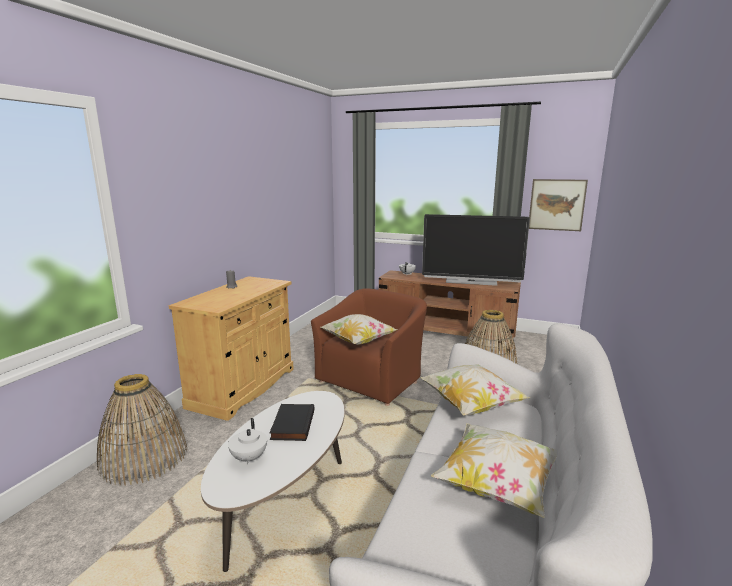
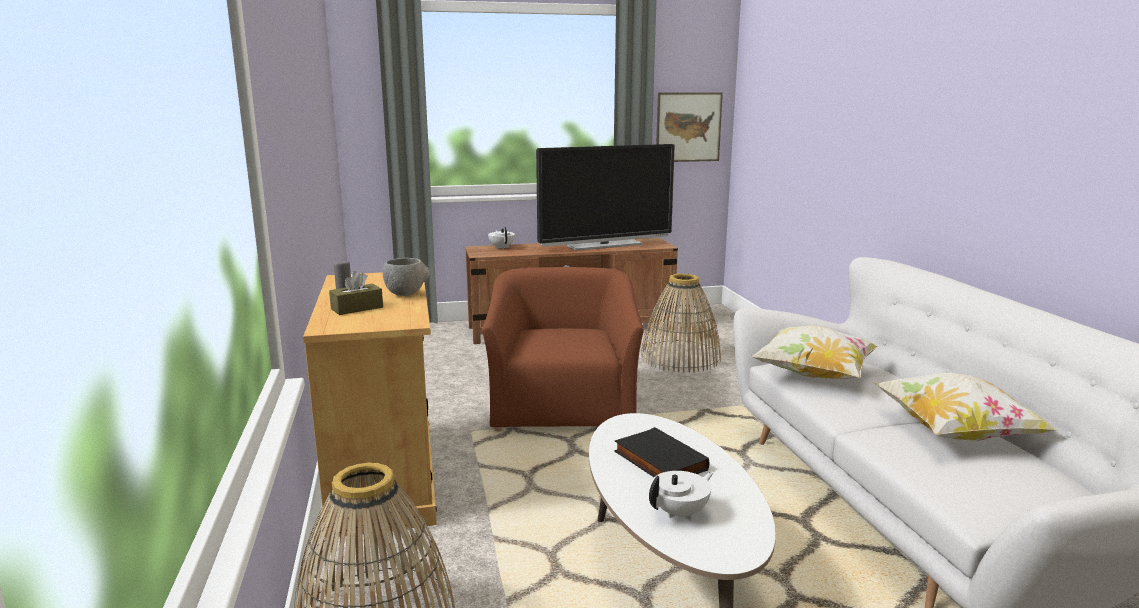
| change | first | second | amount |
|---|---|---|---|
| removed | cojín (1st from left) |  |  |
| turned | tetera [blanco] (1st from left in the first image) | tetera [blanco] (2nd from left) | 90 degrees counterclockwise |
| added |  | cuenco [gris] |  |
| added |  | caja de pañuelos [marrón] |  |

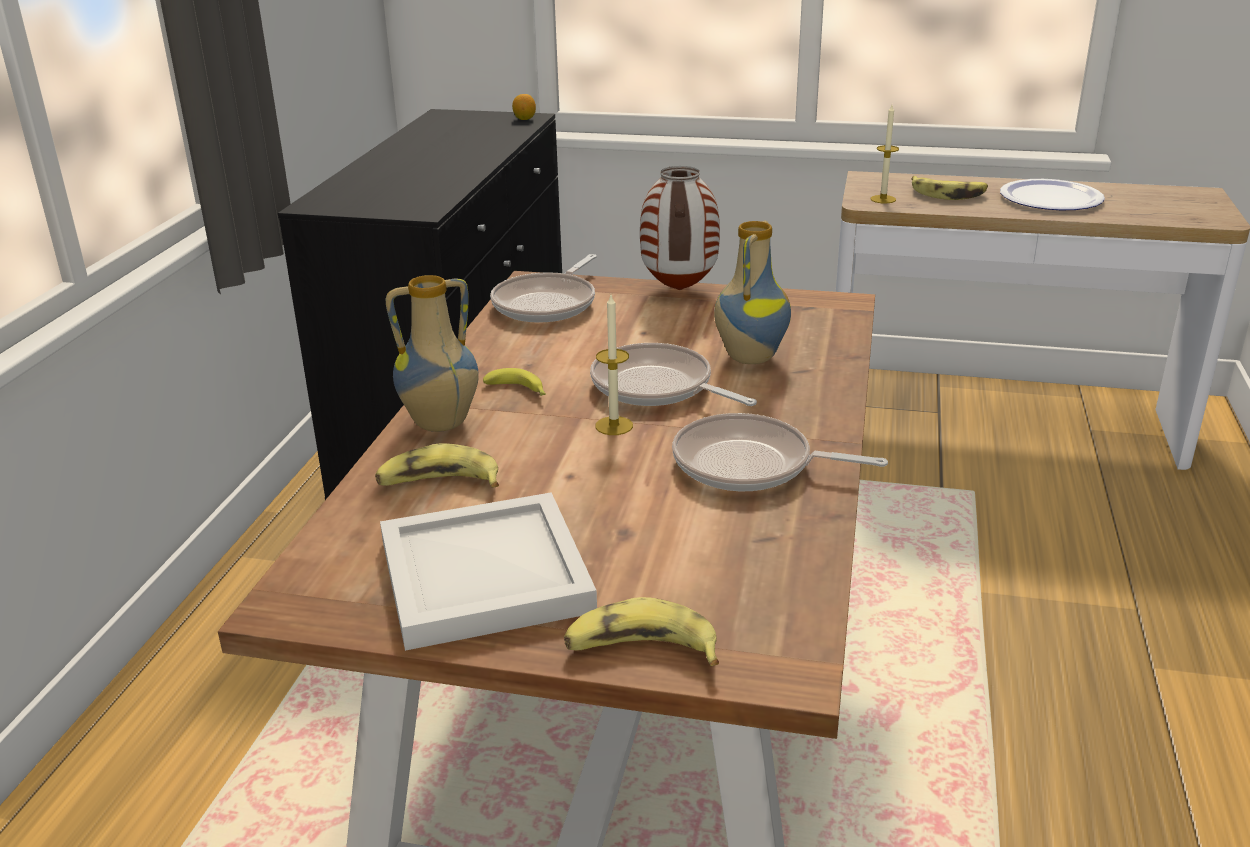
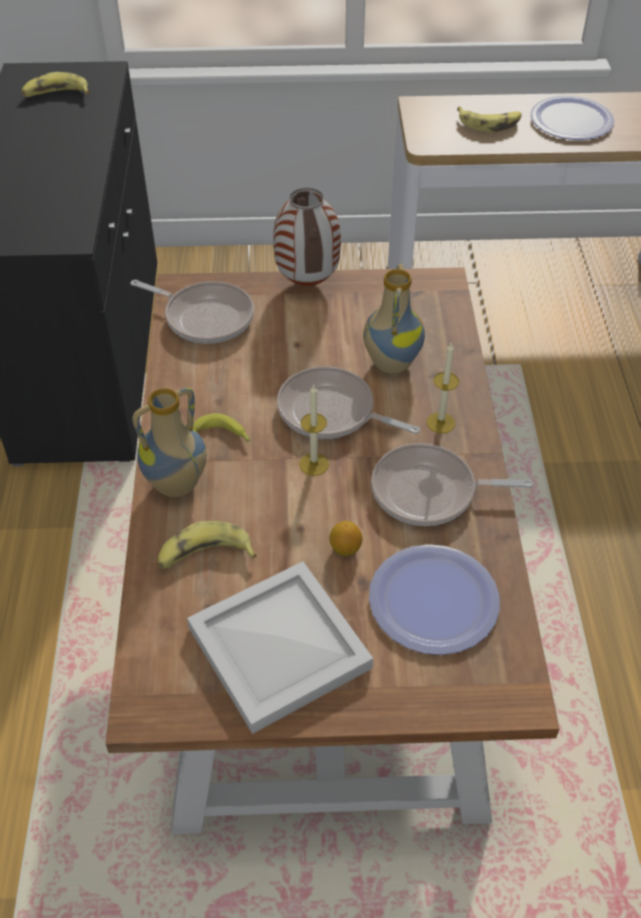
| change | first | second | amount |
|---|---|---|---|
| moved | limón |  |  |
| moved | vela (2nd from left) |  |  |
| turned | sartén (1st from left) |  | 75 degrees counterclockwise |
| moved | plátano (3rd from left in the first image) | plátano (1st from left) |  |
| added |  | plato (1st from left) |  |

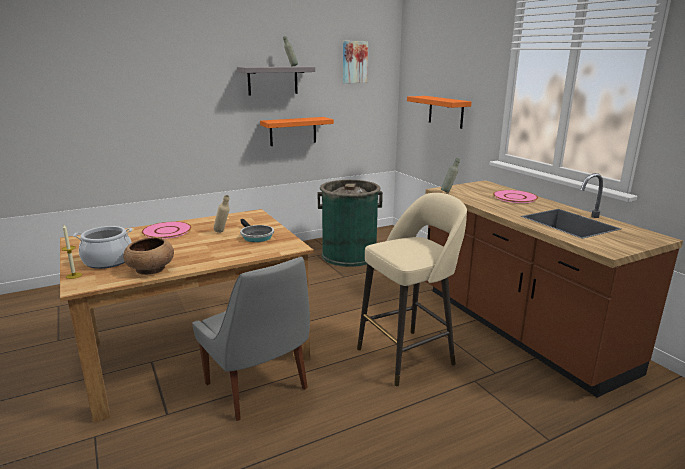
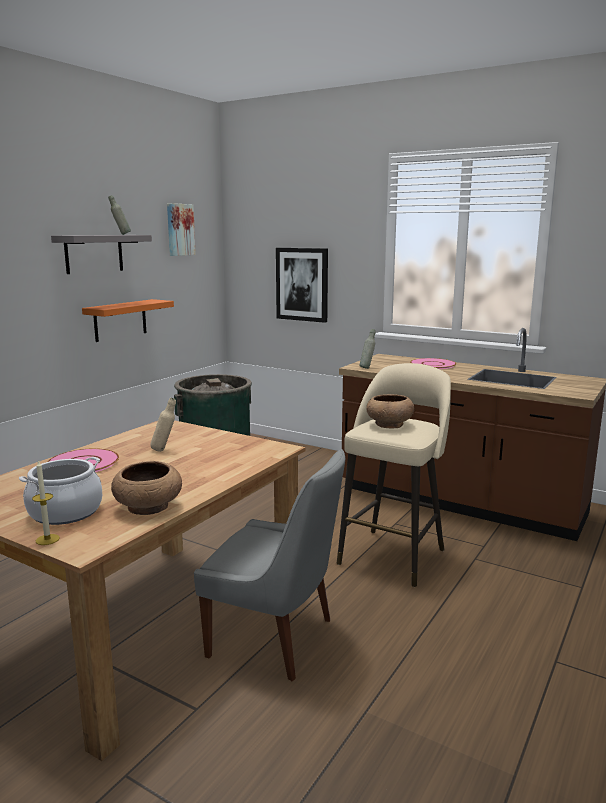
| change | first | second | amount |
|---|---|---|---|
| replaced | estante [naranja] (2nd from left) | cuadro (2nd from left) |  |
| removed | sartén |  |  |
| added |  | cuenco [marrón] (2nd from left) |  |

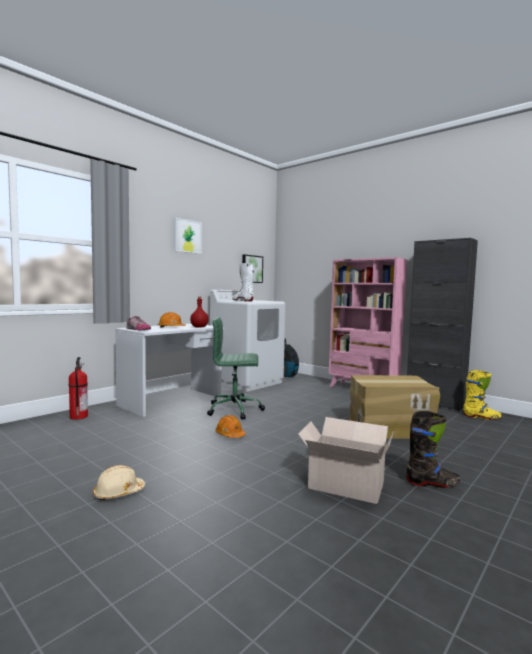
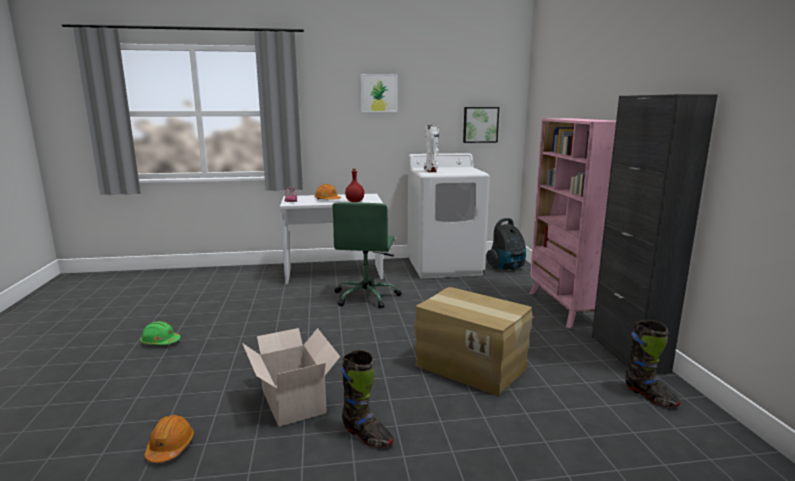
| change | first | second | amount |
|---|---|---|---|
| turned | silla de oficina [verde] |  | 120 degrees counterclockwise |
| removed | extintor |  |  |
| recoloured | bota [amarillo] | bota [negro] (2nd from left) |  |
| moved | casco [naranja] (2nd from left in the first image) | casco [naranja] (1st from left) |  |
| recoloured | casco [beis] | casco [verde] |  |

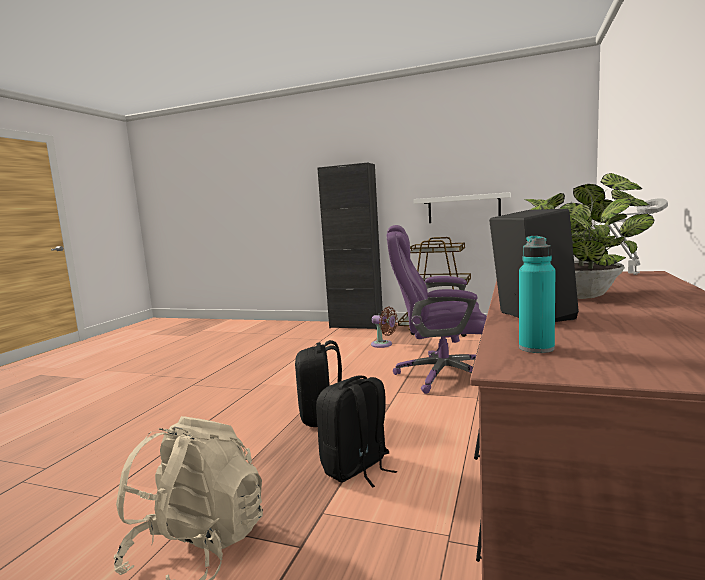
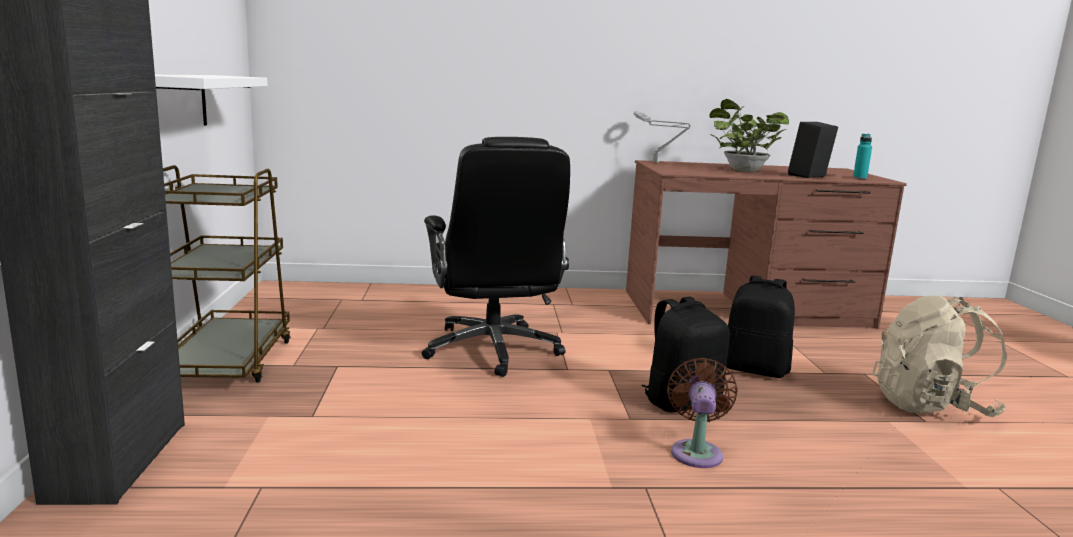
| change | first | second | amount |
|---|---|---|---|
| recoloured | silla de oficina [morado] | silla de oficina [negro] |  |
| moved | ventilador [marrón] |  |  |

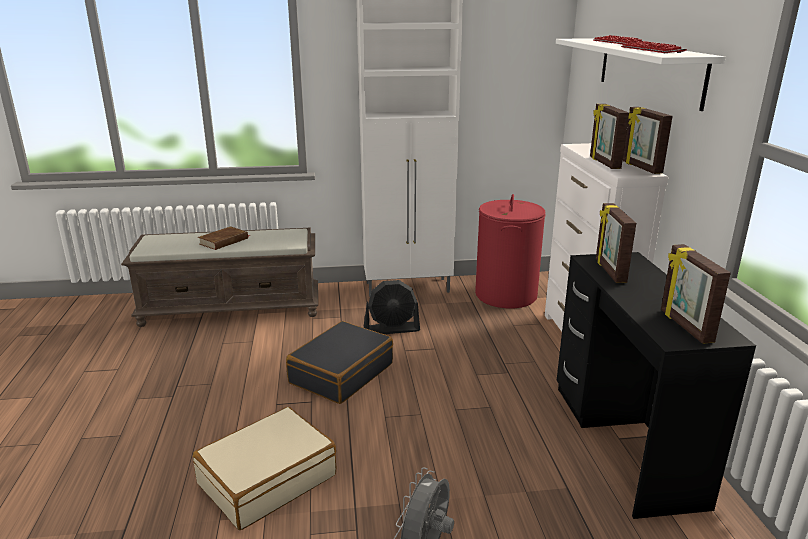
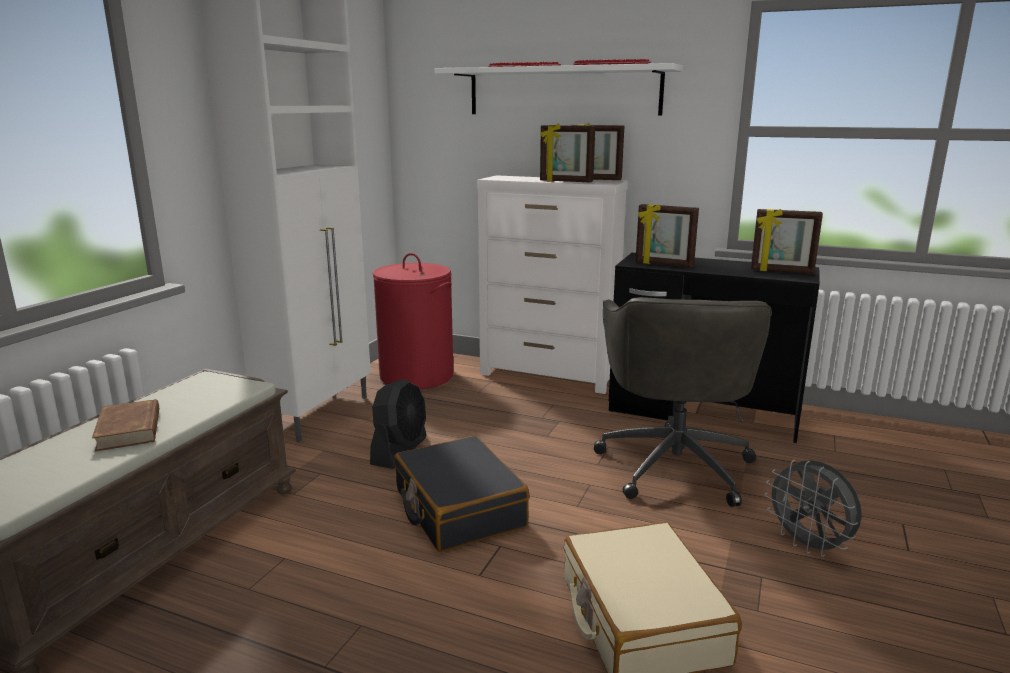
| change | first | second | amount |
|---|---|---|---|
| added |  | silla de oficina [gris] |  |

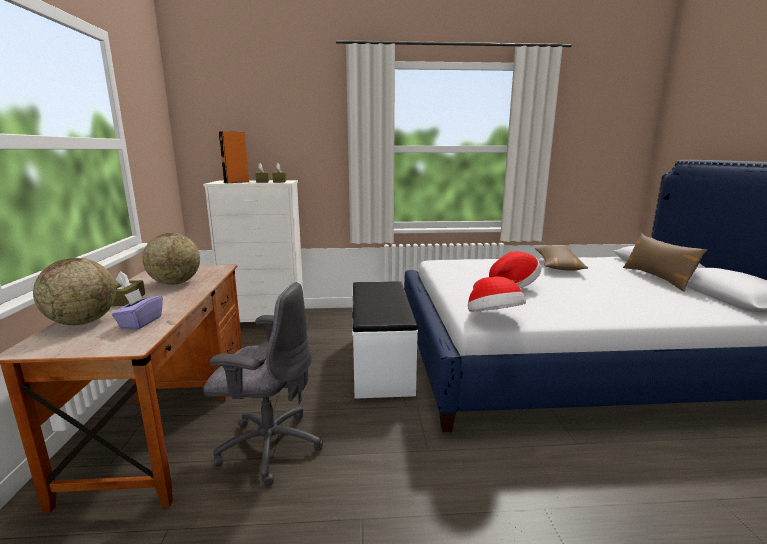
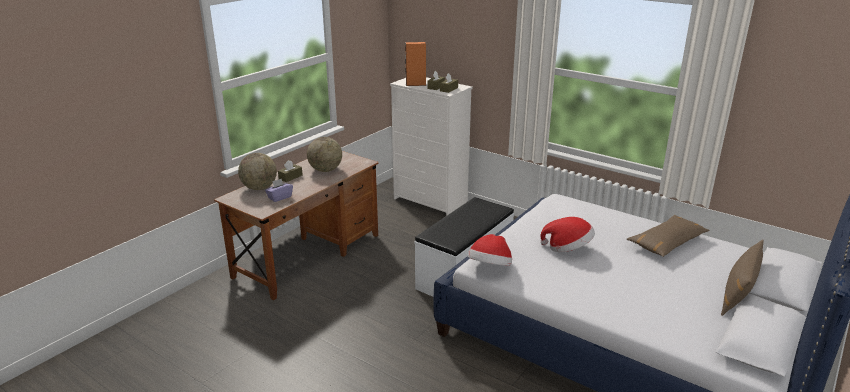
| change | first | second | amount |
|---|---|---|---|
| removed | silla de oficina [gris] |  |  |

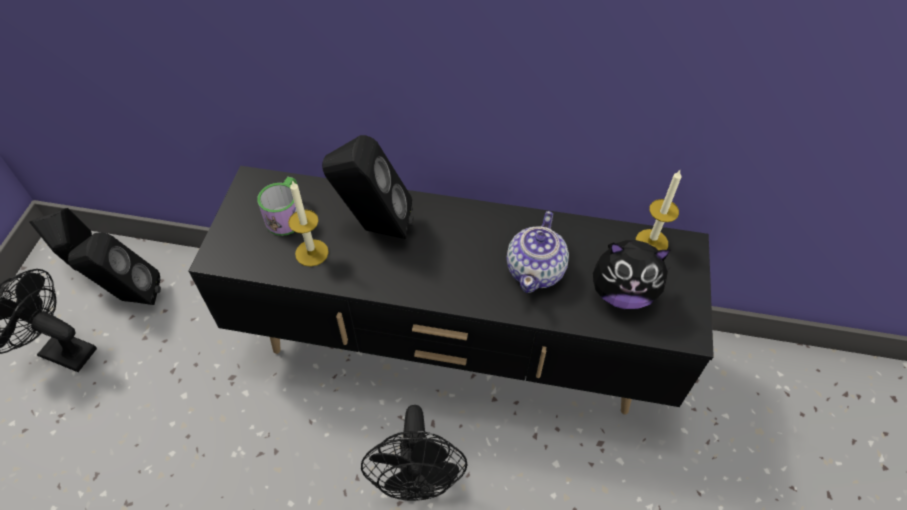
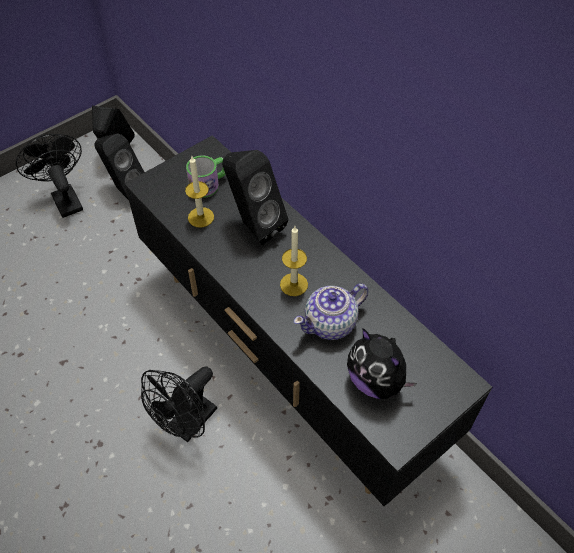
| change | first | second | amount |
|---|---|---|---|
| moved | vela (2nd from left) |  |  |

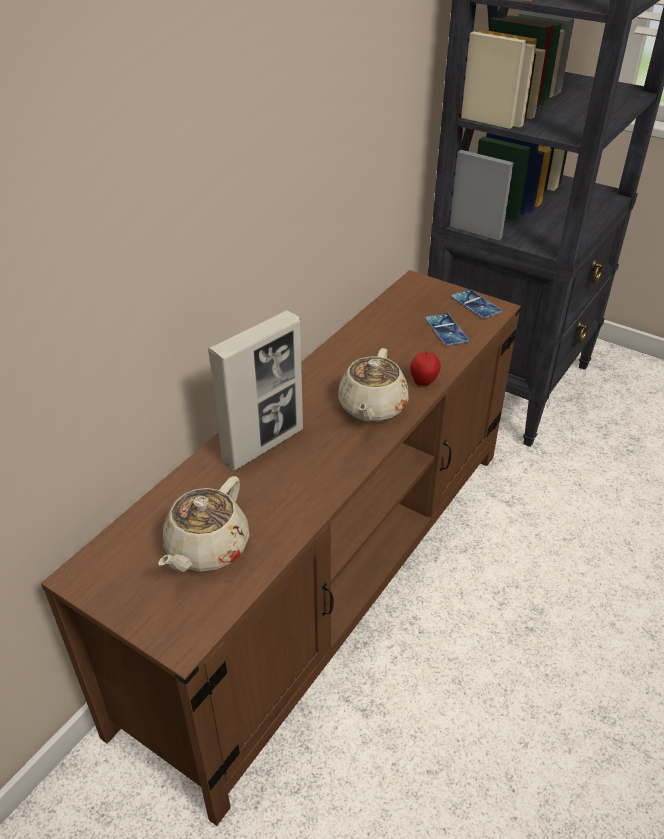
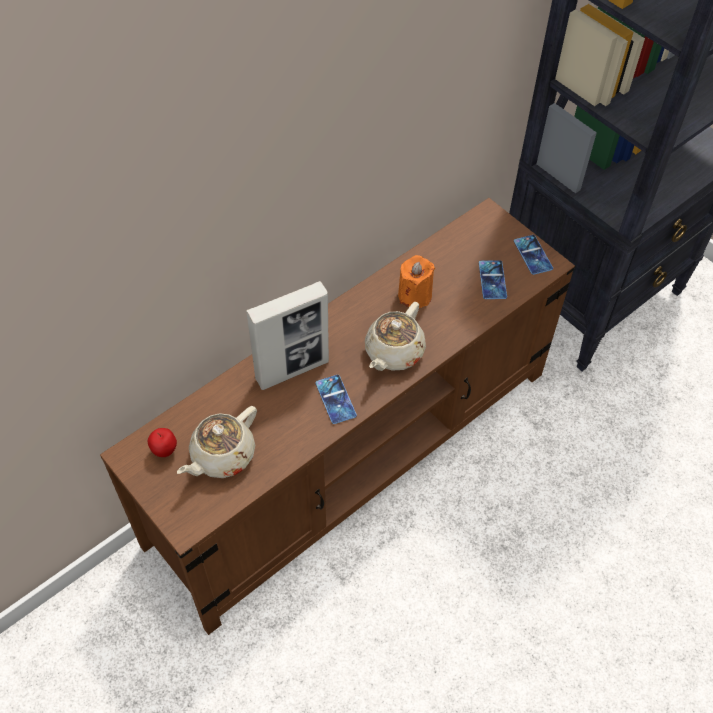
| change | first | second | amount |
|---|---|---|---|
| moved | manzana |  |  |
| added |  | vela [naranja] |  |
| added |  | móvil (1st from left) |  |

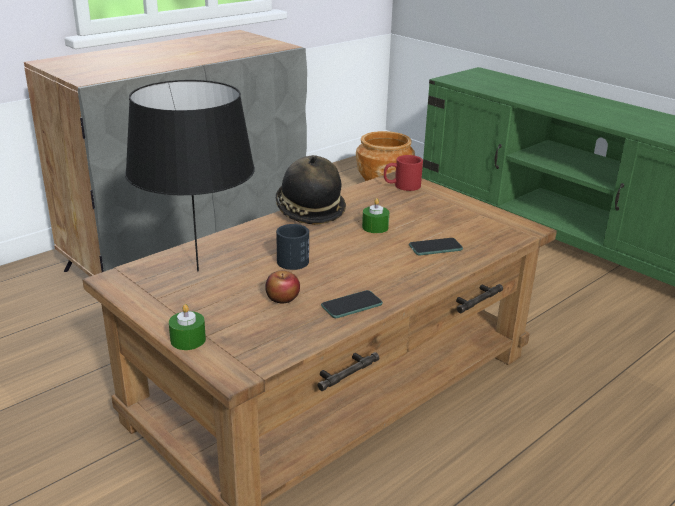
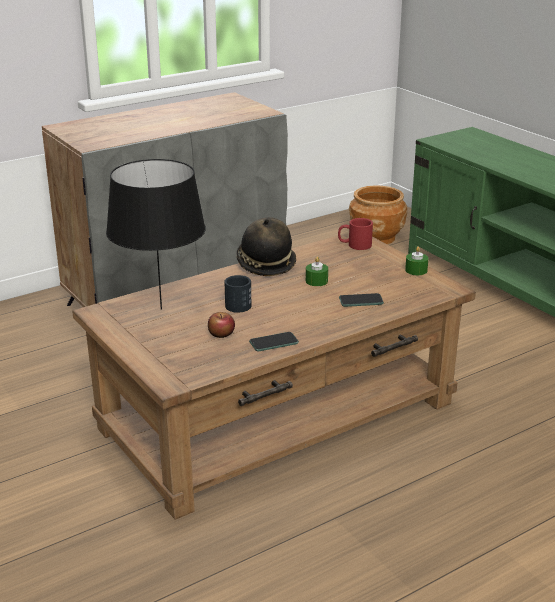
| change | first | second | amount |
|---|---|---|---|
| moved | vela [verde] (1st from left in the first image) | vela [verde] (2nd from left) |  |

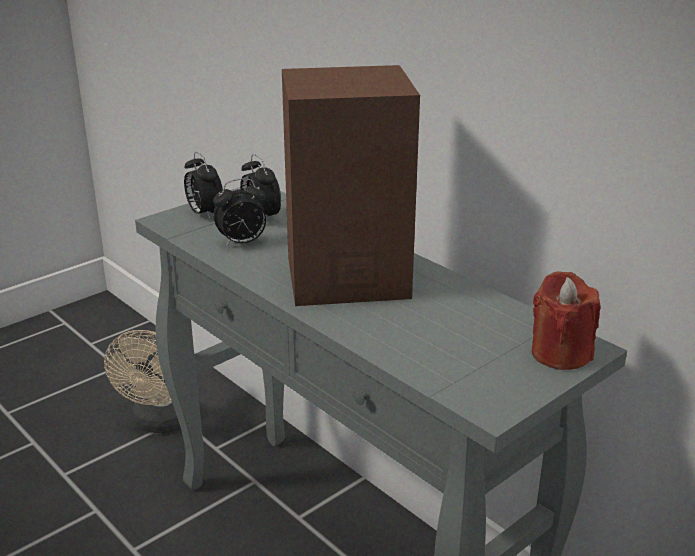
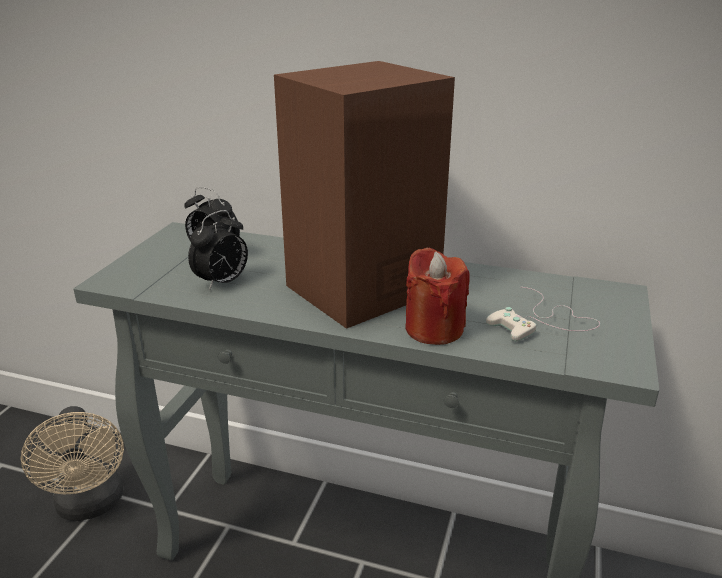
| change | first | second | amount |
|---|---|---|---|
| removed | despertador (1st from left) |  |  |
| moved | vela [rojo] |  |  |
| added |  | mando de consola [blanco] |  |

